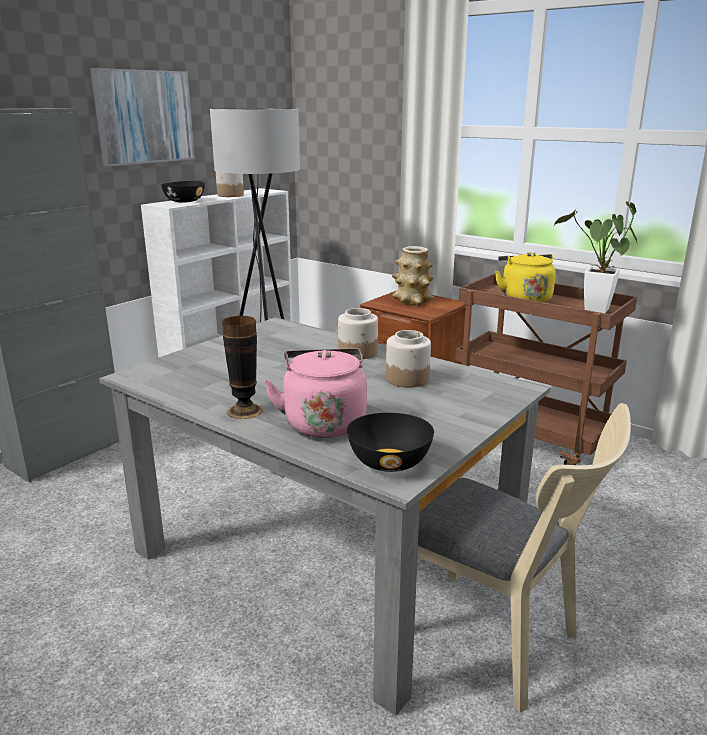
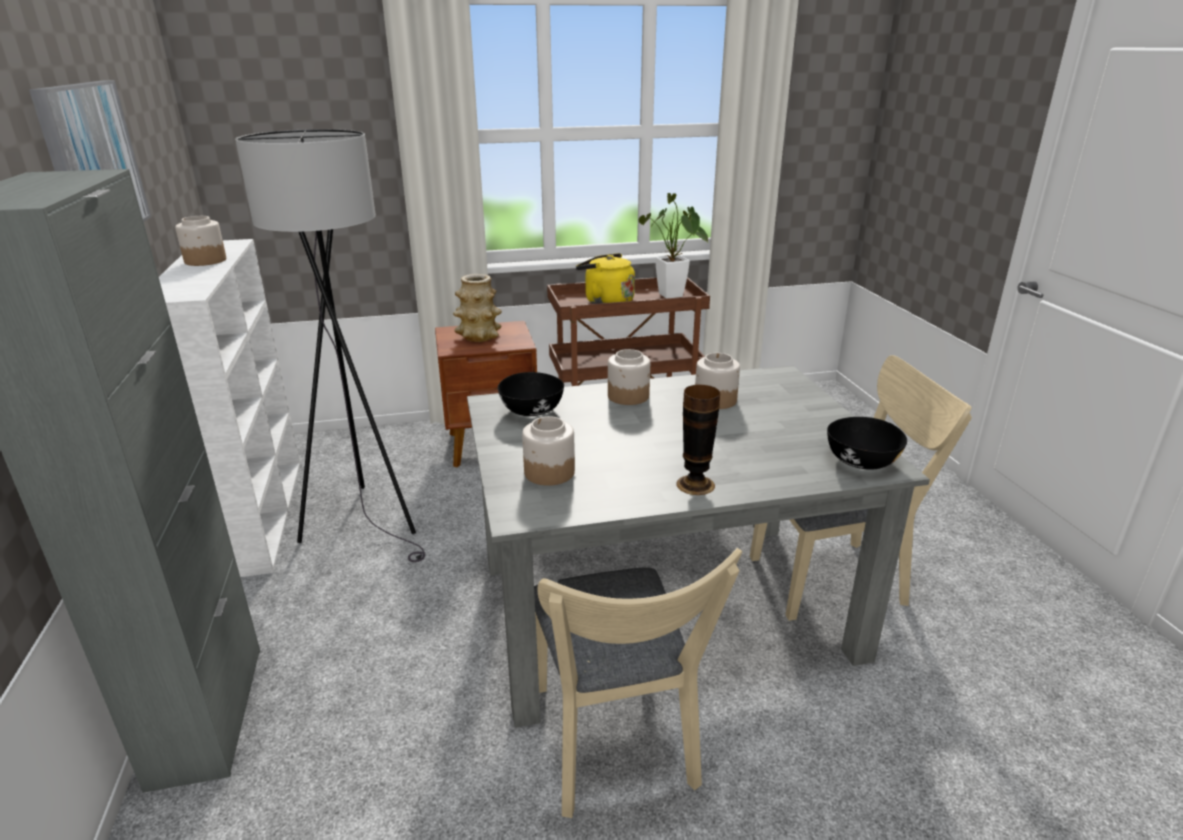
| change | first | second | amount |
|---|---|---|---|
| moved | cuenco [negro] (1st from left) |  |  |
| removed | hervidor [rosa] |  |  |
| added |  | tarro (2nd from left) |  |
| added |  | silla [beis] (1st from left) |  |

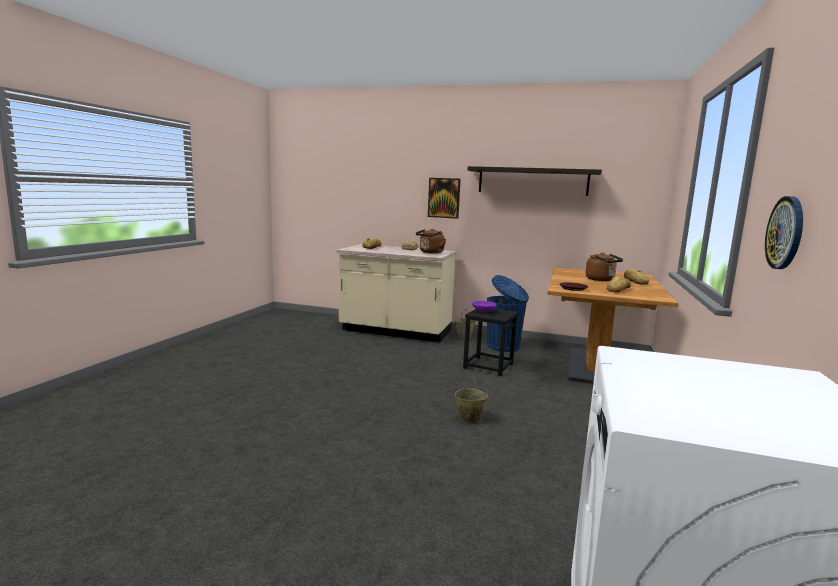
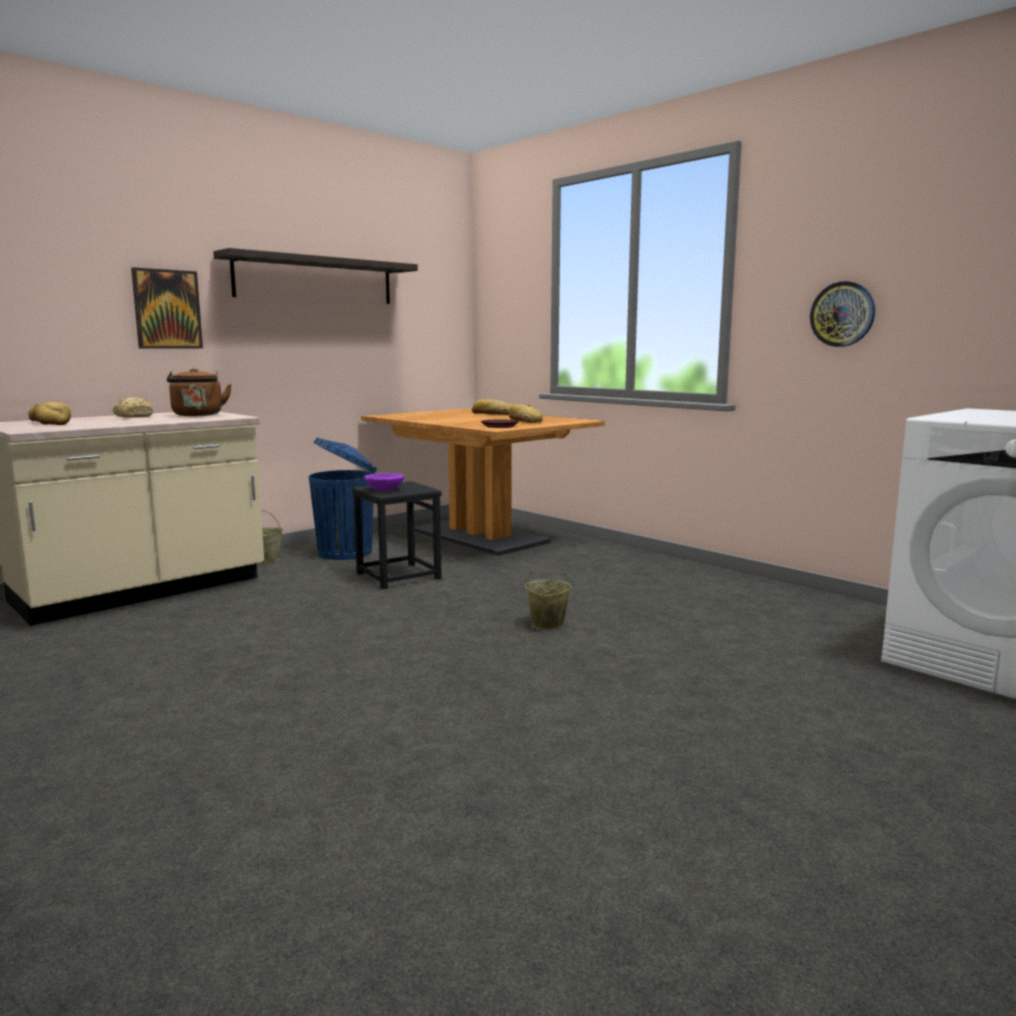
| change | first | second | amount |
|---|---|---|---|
| removed | hervidor [marrón] (2nd from left) |  |  |

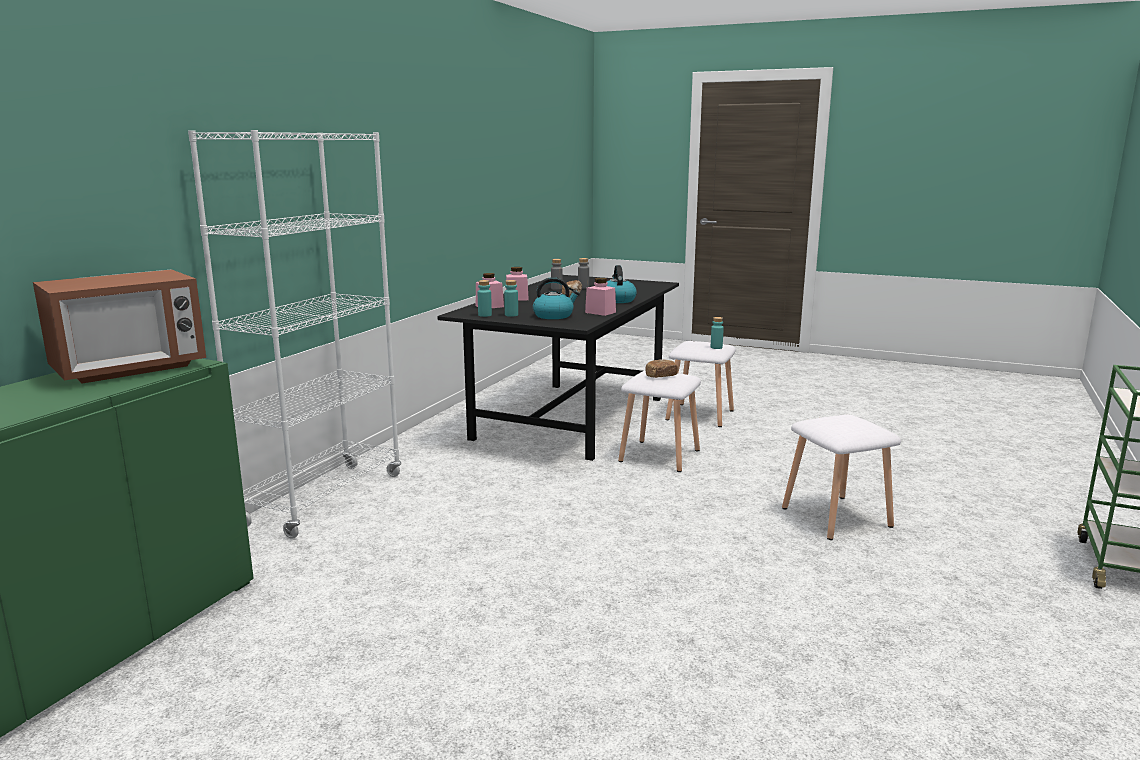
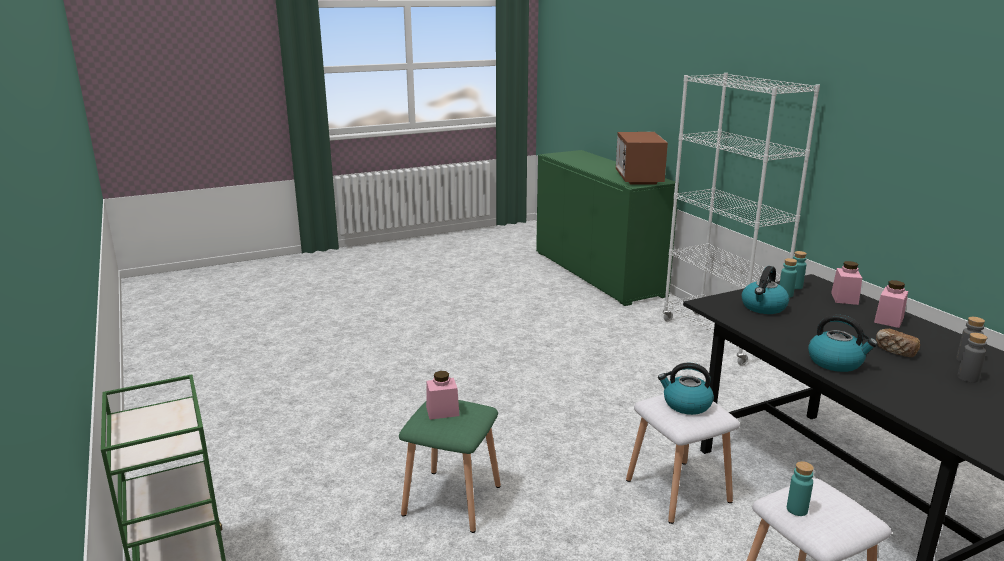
| change | first | second | amount |
|---|---|---|---|
| moved | tarro [rosa] (3rd from left in the first image) | tarro [rosa] (1st from left) |  |
| replaced | pan (2nd from left) | hervidor (1st from left) |  |
| recoloured | taburete [blanco] (3rd from left) | taburete [verde] |  |

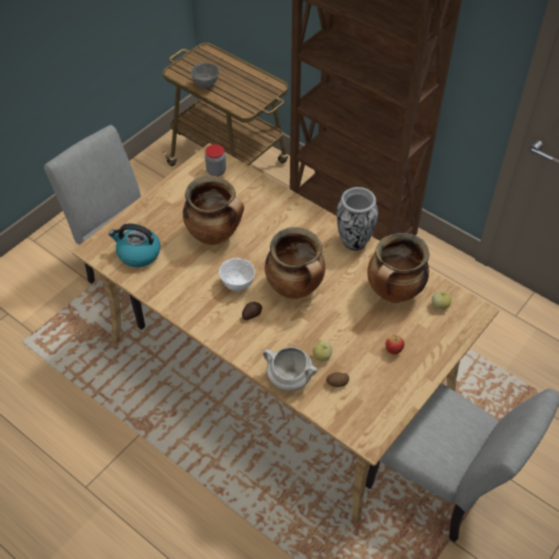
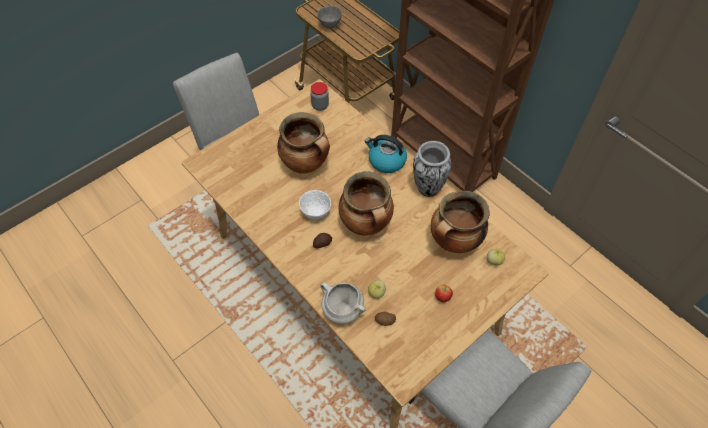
| change | first | second | amount |
|---|---|---|---|
| moved | hervidor |  |  |

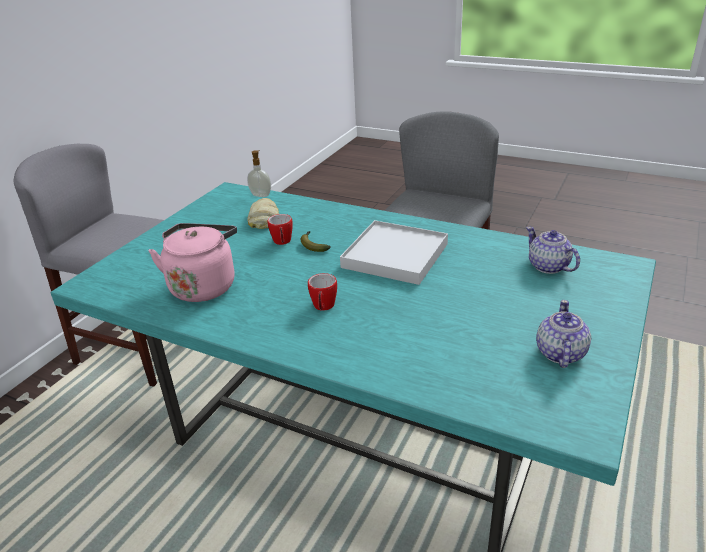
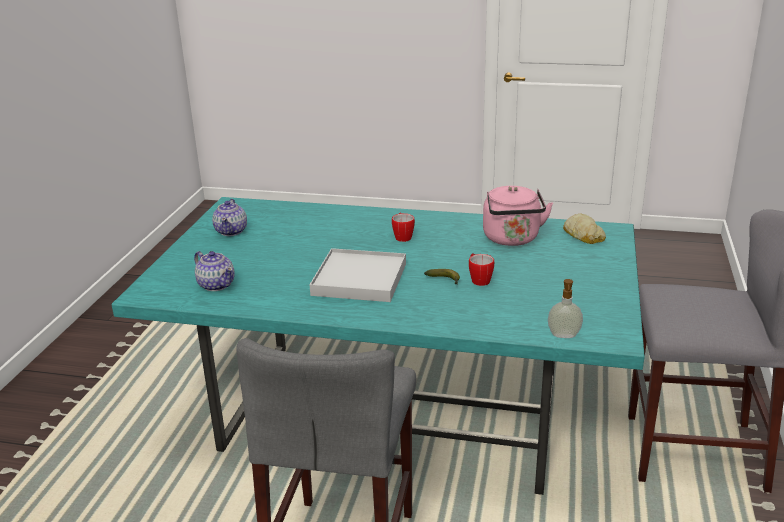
| change | first | second | amount |
|---|---|---|---|
| moved | pan |  |  |

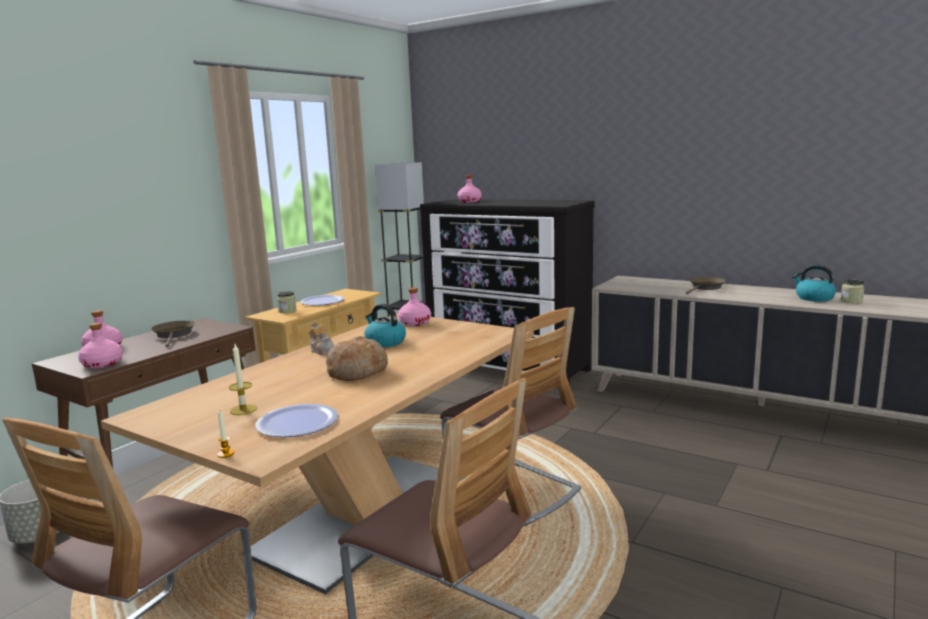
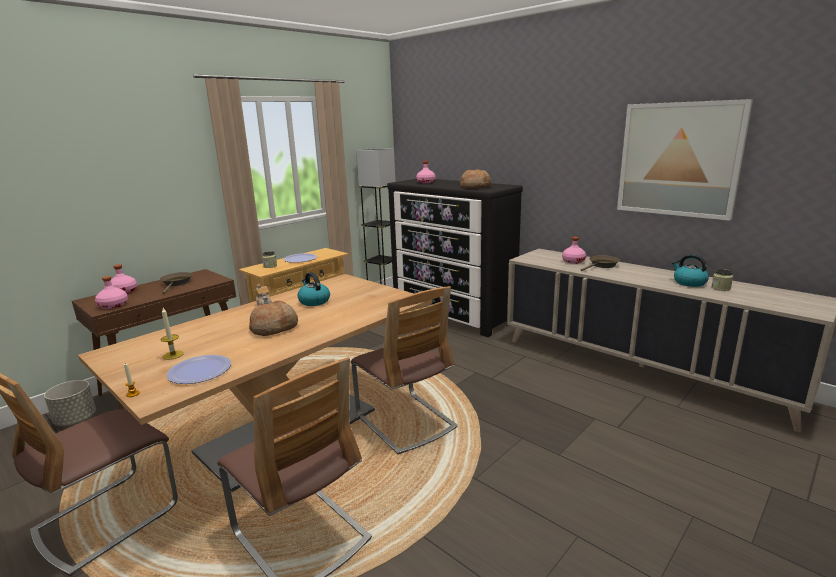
| change | first | second | amount |
|---|---|---|---|
| moved | botella [rosa] (3rd from left in the first image) | botella [rosa] (4th from left) |  |
| added |  | cuadro |  |
| added |  | pan (2nd from left) |  |

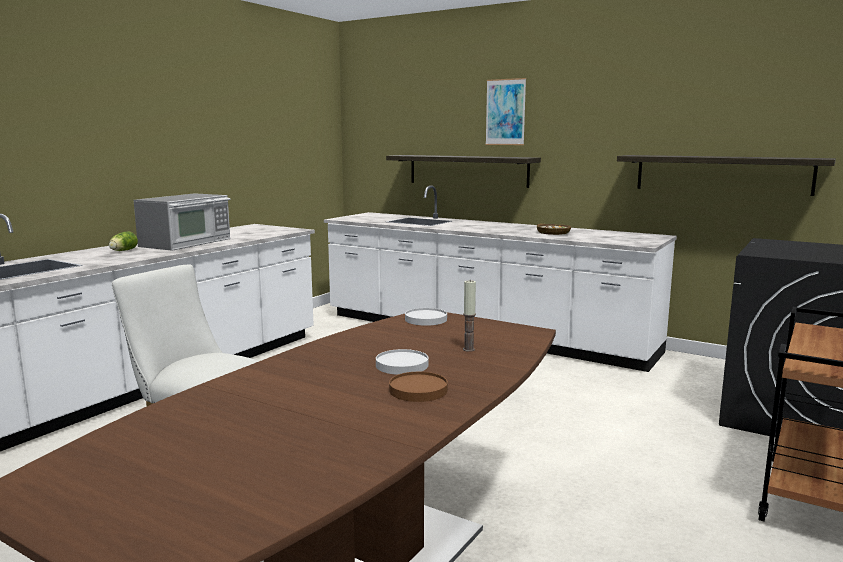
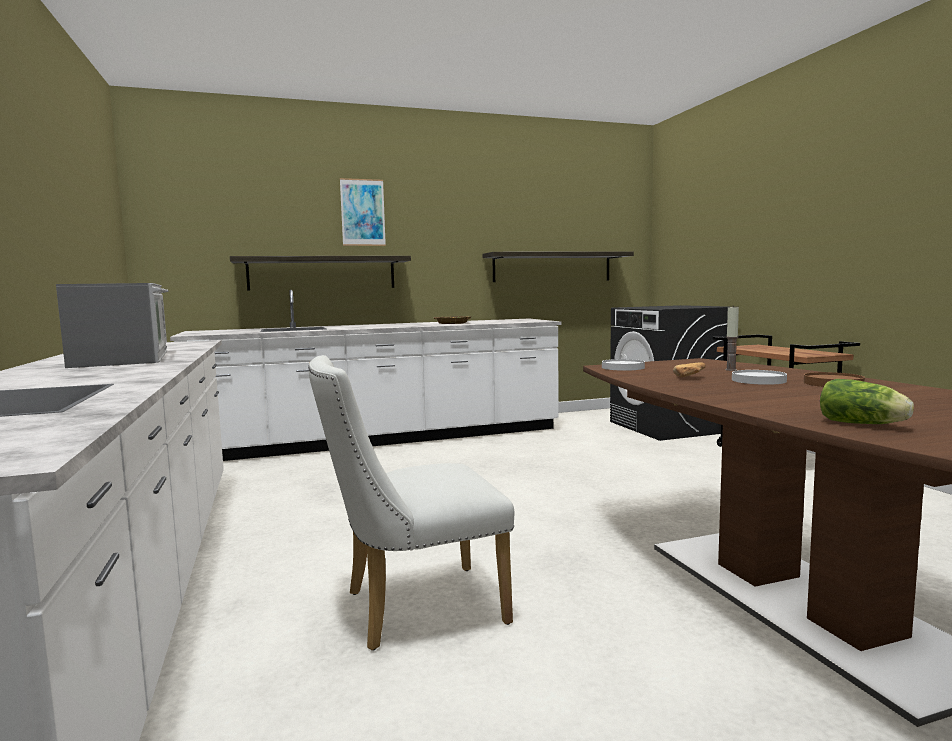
| change | first | second | amount |
|---|---|---|---|
| moved | lechuga |  |  |
| added |  | pan |  |

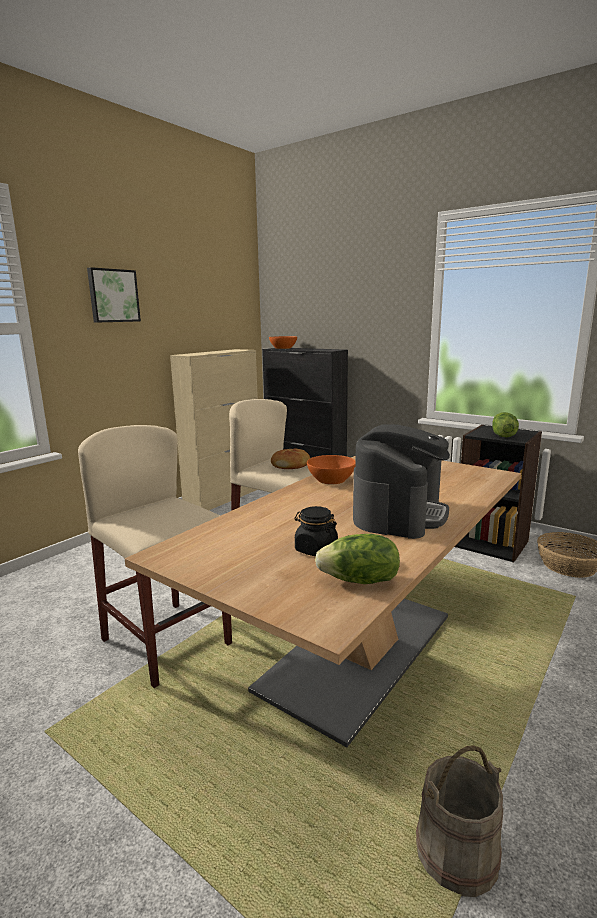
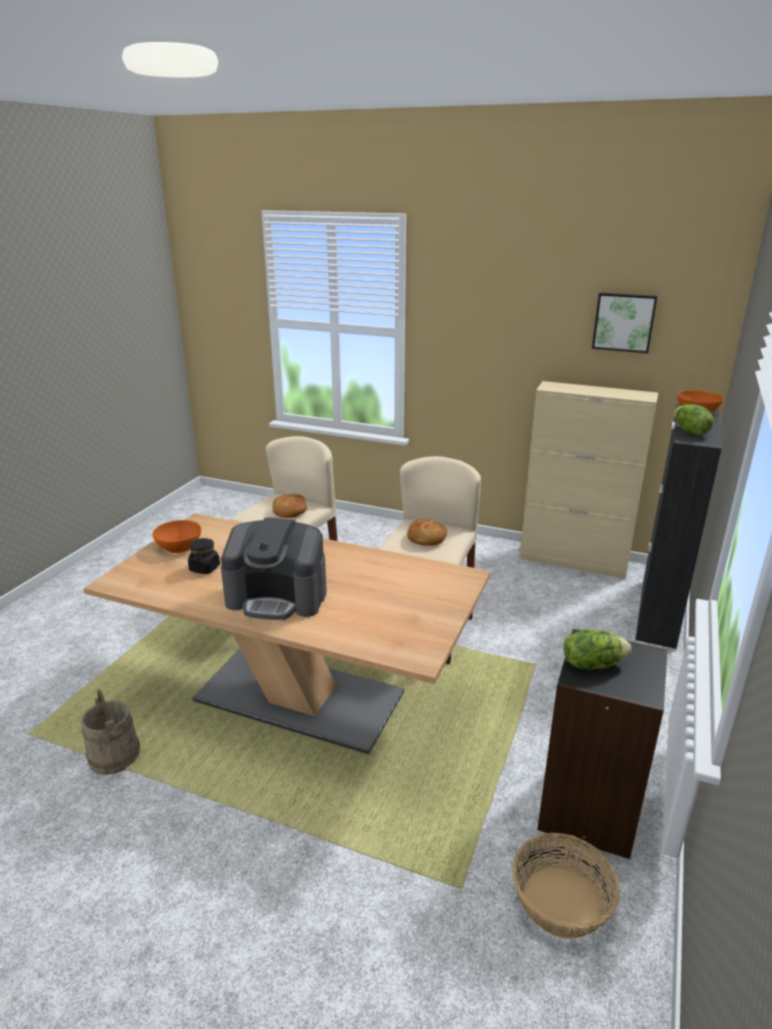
| change | first | second | amount |
|---|---|---|---|
| moved | cuadro |  |  |
| moved | cuenco [naranja] (2nd from left in the first image) | cuenco [naranja] (1st from left) |  |
| moved | lechuga (1st from left in the first image) | lechuga (2nd from left) |  |
| added |  | pan (1st from left) |  |

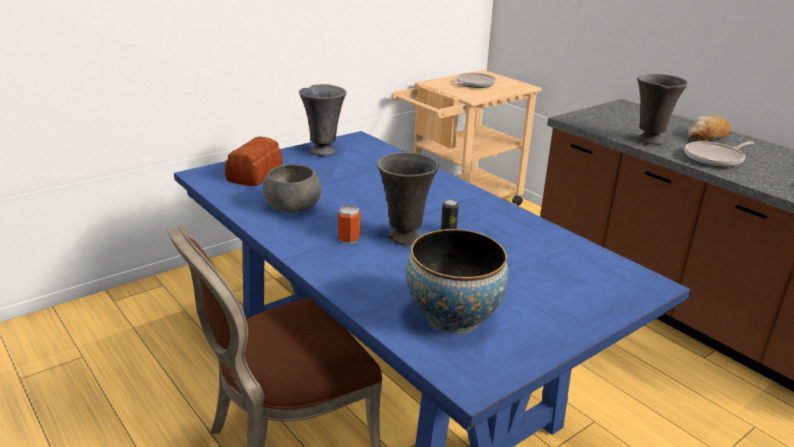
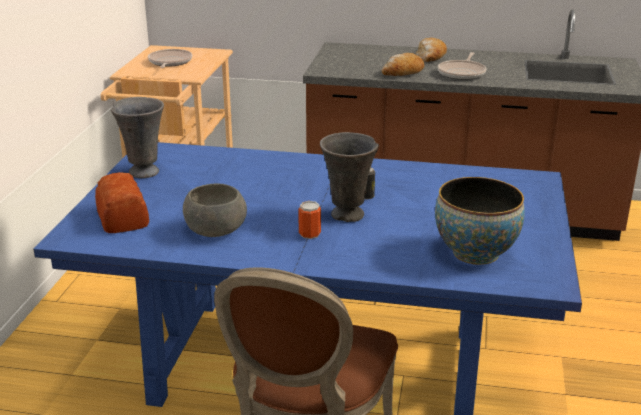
| change | first | second | amount |
|---|---|---|---|
| replaced | florero [gris] (3rd from left) | pan (2nd from left) |  |

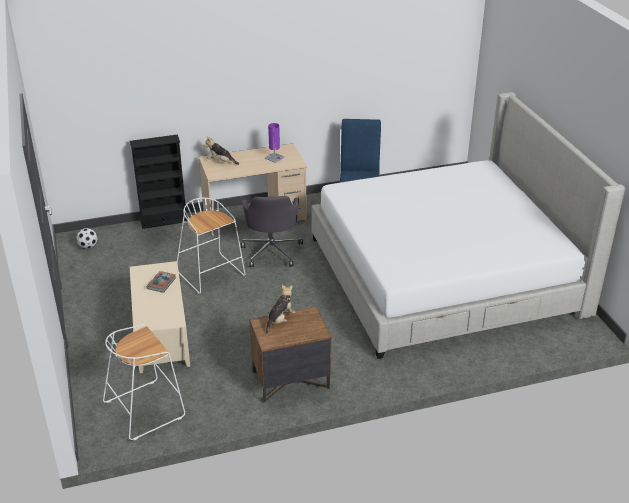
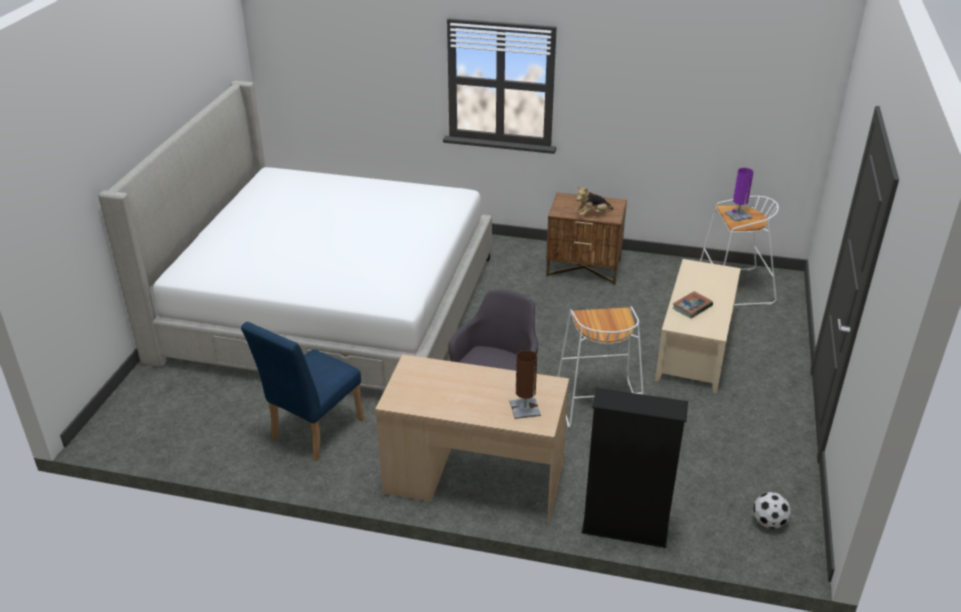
| change | first | second | amount |
|---|---|---|---|
| moved | lámpara de mesa [morado] |  |  |
| replaced | peluche (1st from left) | lámpara de mesa [marrón] |  |

